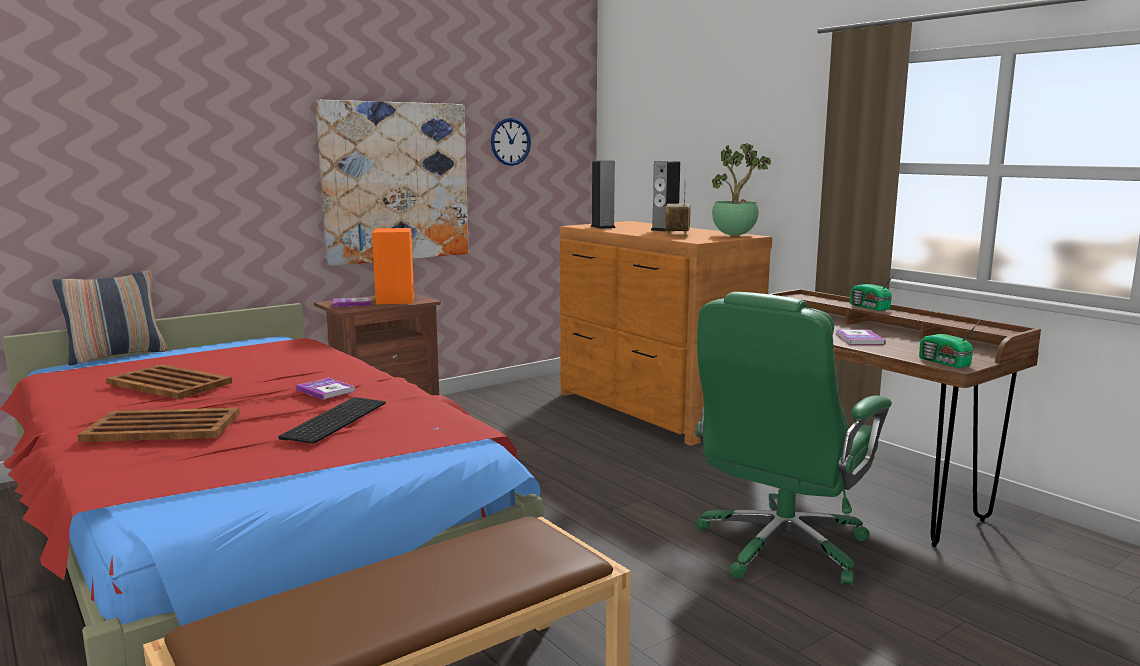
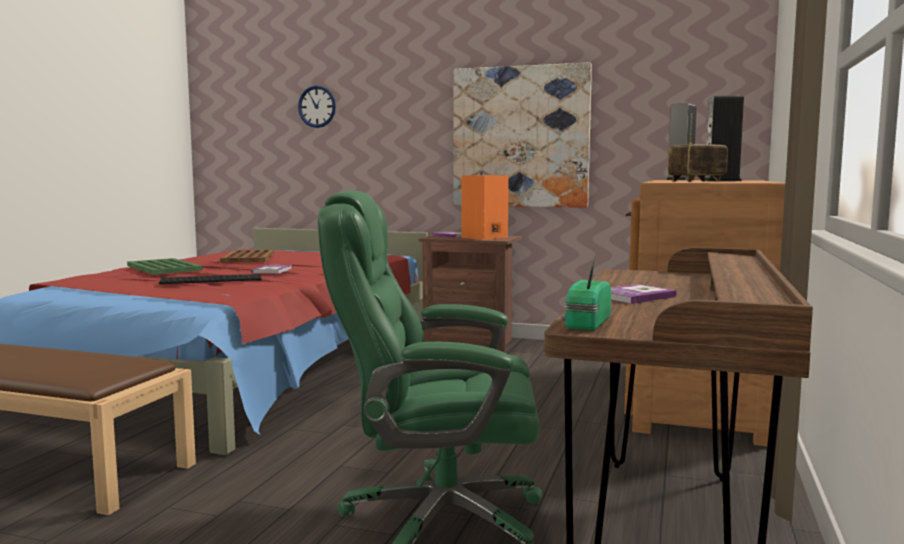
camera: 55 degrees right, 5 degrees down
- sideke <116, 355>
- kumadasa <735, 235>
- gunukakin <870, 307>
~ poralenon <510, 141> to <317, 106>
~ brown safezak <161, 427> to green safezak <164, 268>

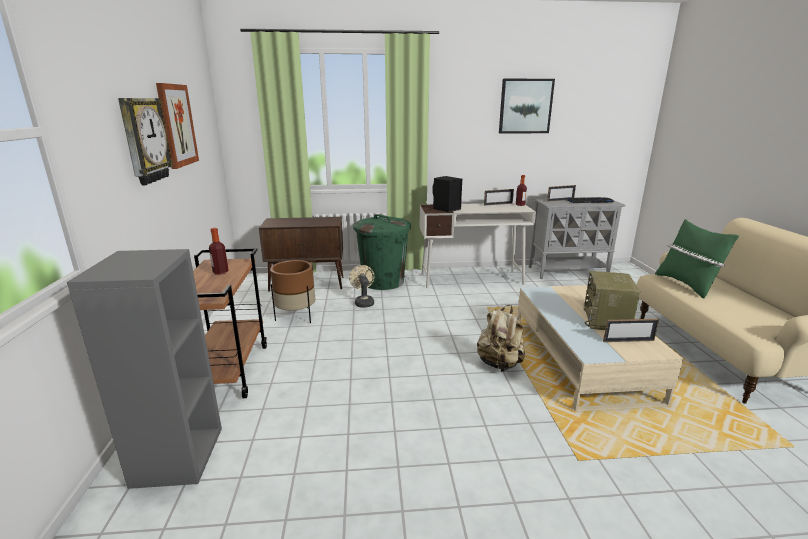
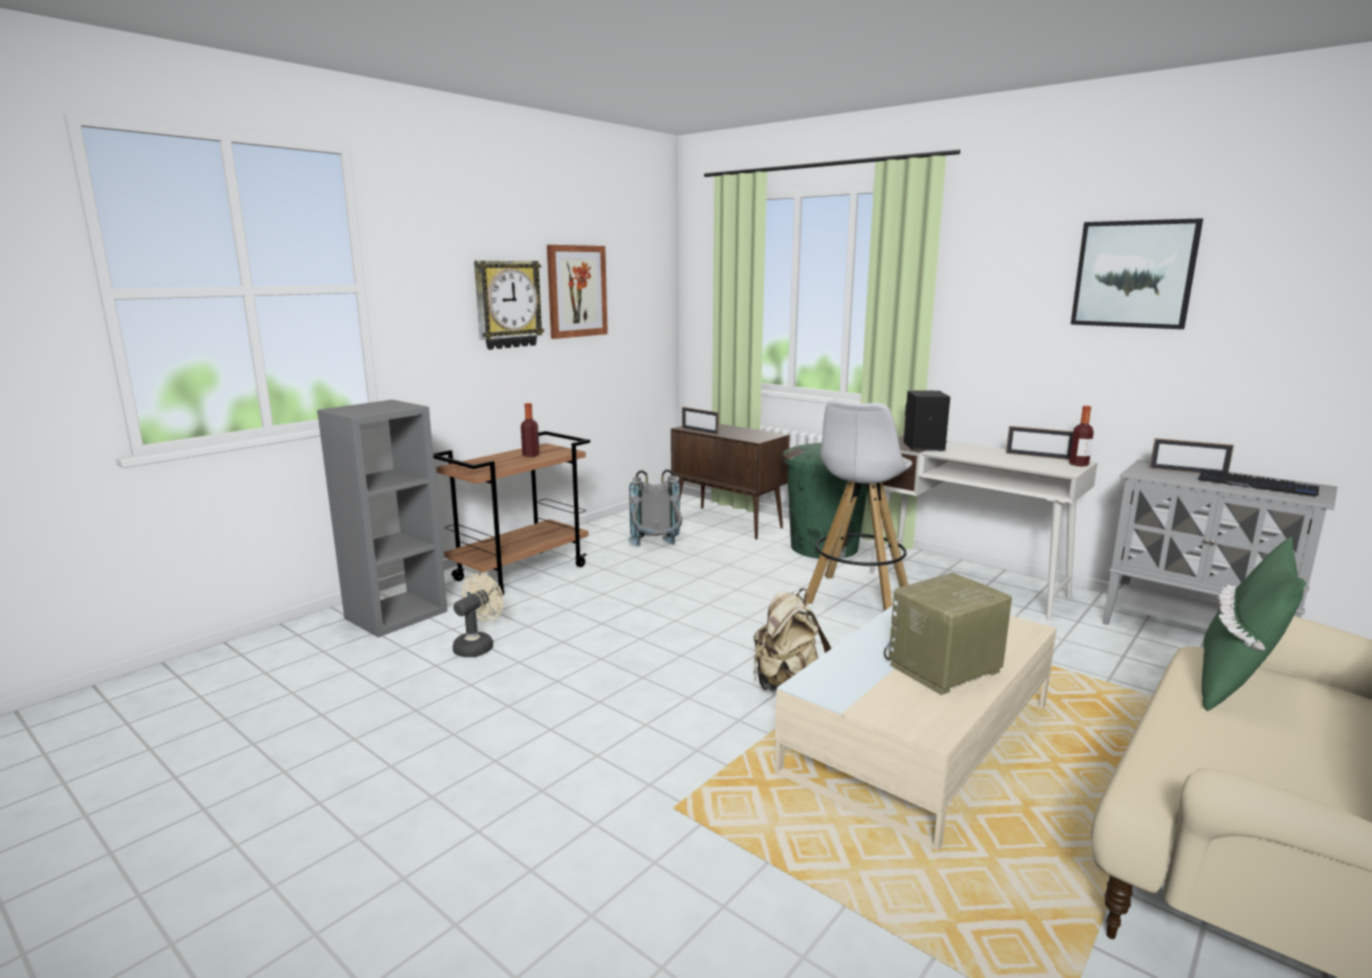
camera: 45 degrees right, 5 degrees down
+ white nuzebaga <856, 597>
~ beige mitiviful <363, 302> to <478, 646>
~ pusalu <628, 341> to <700, 431>
~ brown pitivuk <296, 317> to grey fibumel <657, 550>

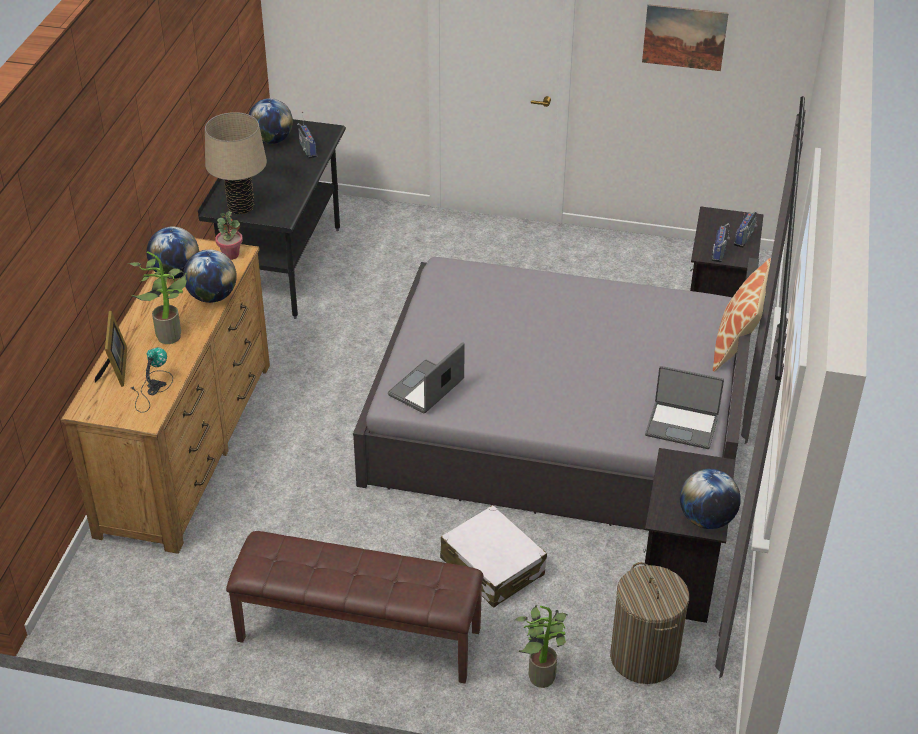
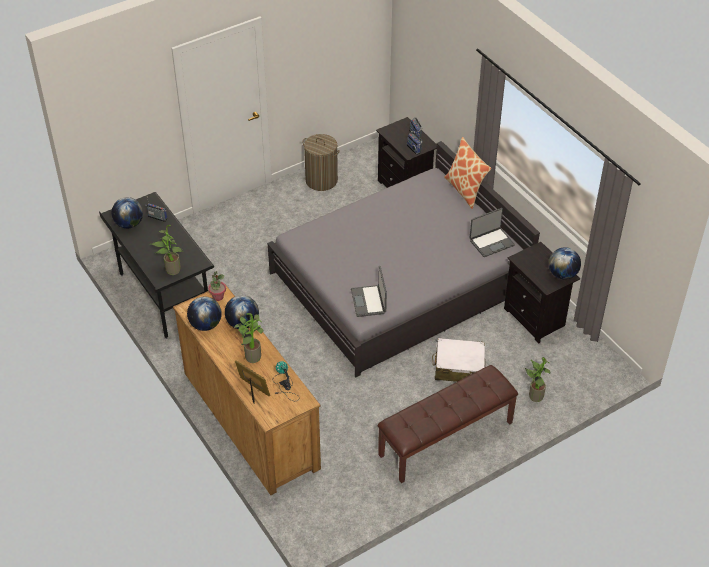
camera: 45 degrees left, 5 degrees up
- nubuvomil <684, 37>
~ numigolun <644, 657> to <321, 180>
~ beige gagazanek <241, 207> to kumadasa <171, 271>

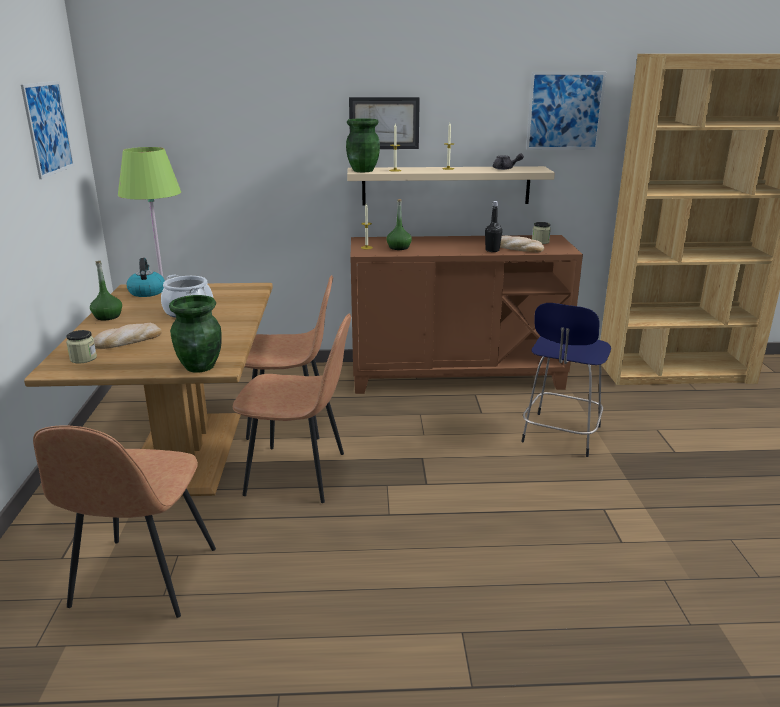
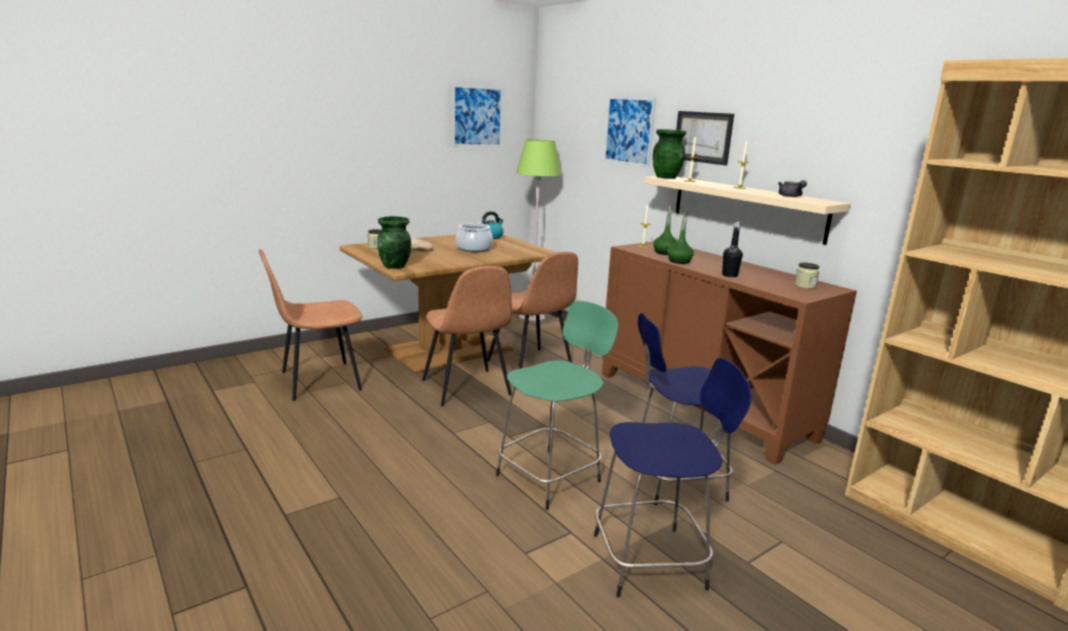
camera: 55 degrees right, 5 degrees down
- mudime <518, 248>
+ green nuzebaga <551, 477>
+ blue nuzebaga <653, 561>
~ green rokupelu <107, 316> to <679, 261>
~ nubuvomil <565, 111> to <629, 131>

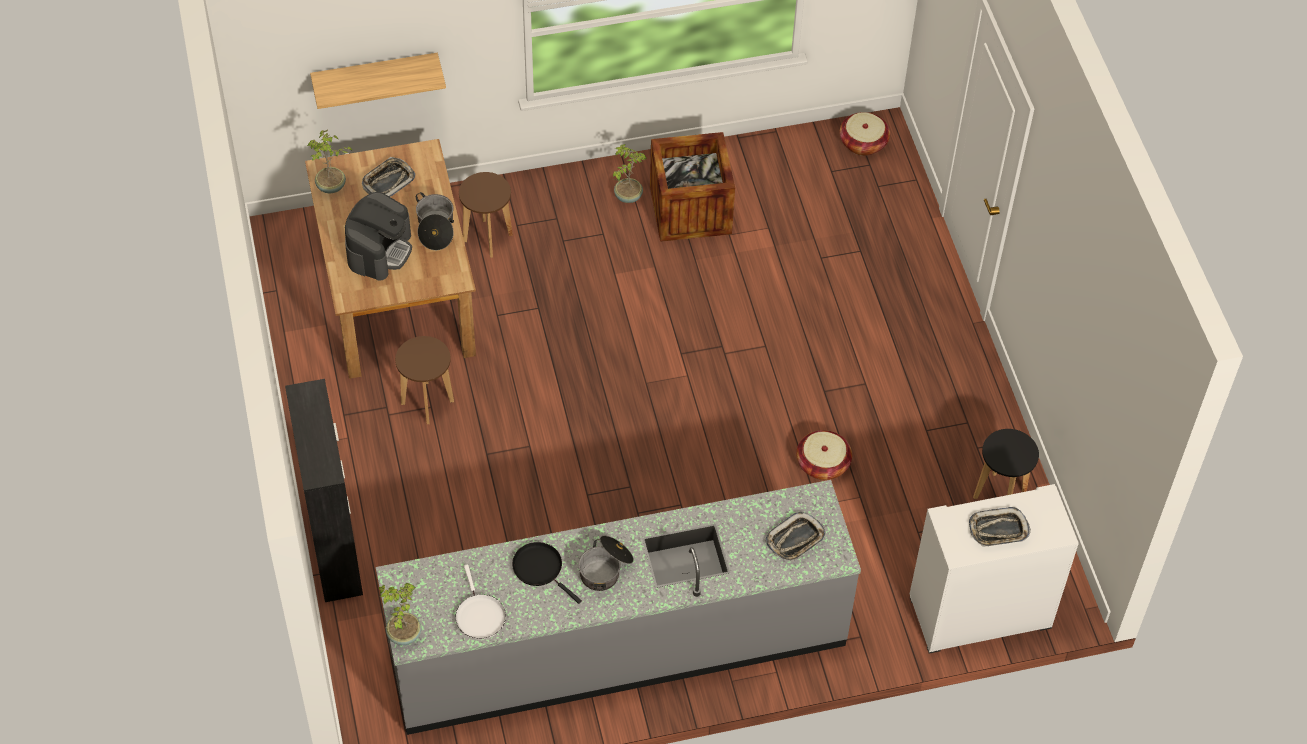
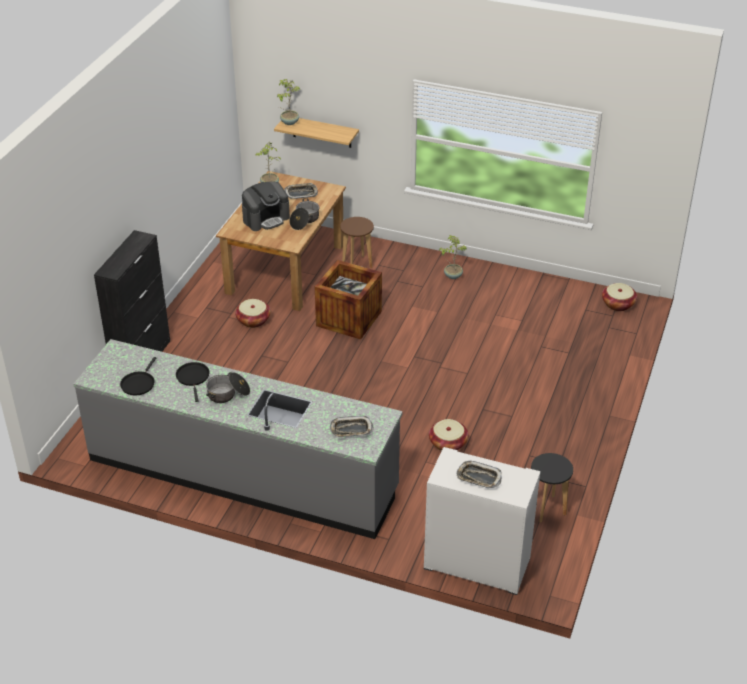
camera: 35 degrees right, 15 degrees down
~ kumadasa <403, 634> to <289, 122>
~ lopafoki <690, 210> to <349, 318>
~ brown nuzebaga <427, 403> to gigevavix <253, 320>
~ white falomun <479, 615> to black falomun <138, 383>

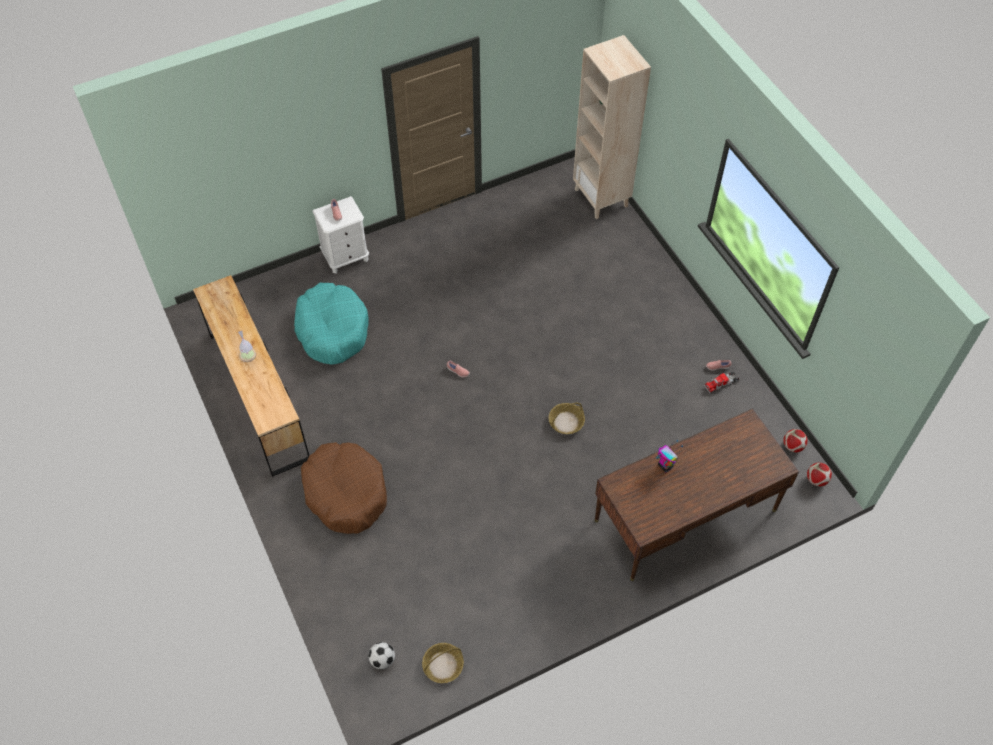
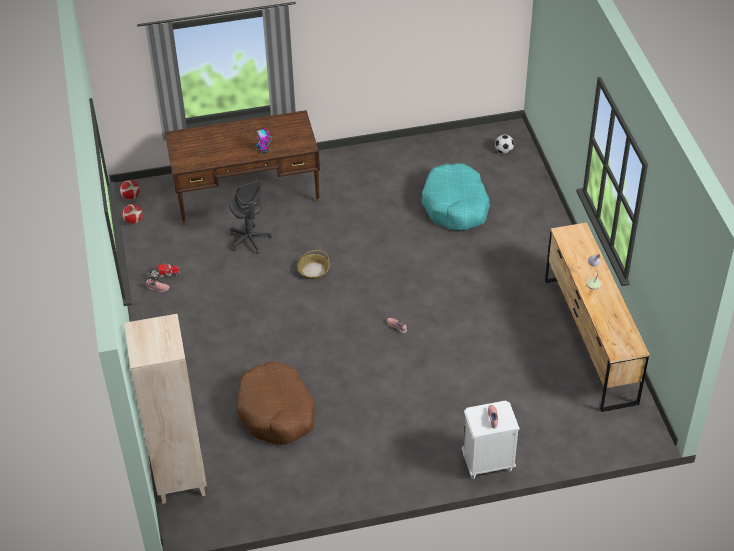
camera: 165 degrees left, 10 degrees down
- gigevavix <443, 665>
+ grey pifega <249, 240>
~ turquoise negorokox <332, 330> to <455, 206>
~ brown negorokox <345, 493> to <276, 411>

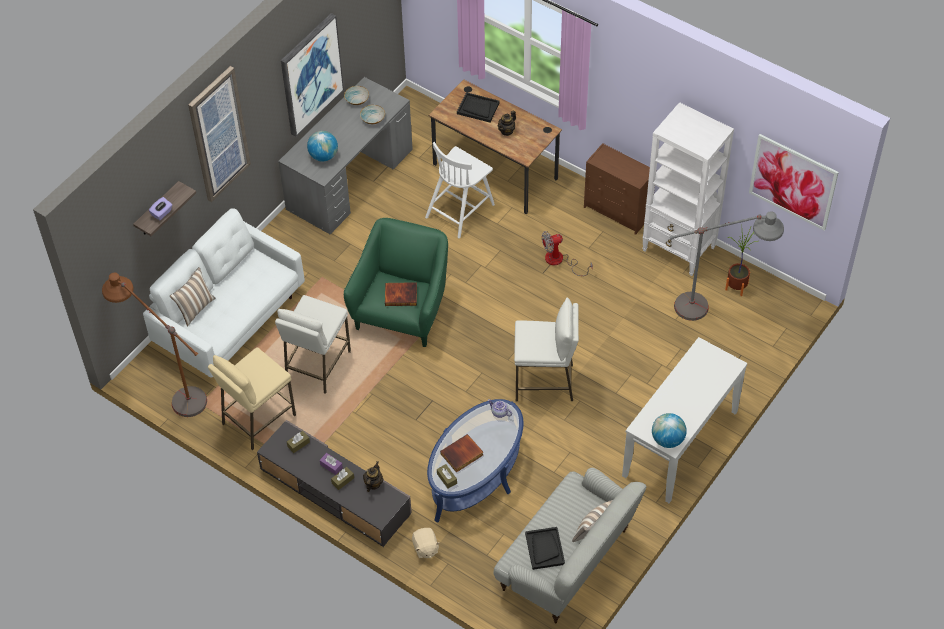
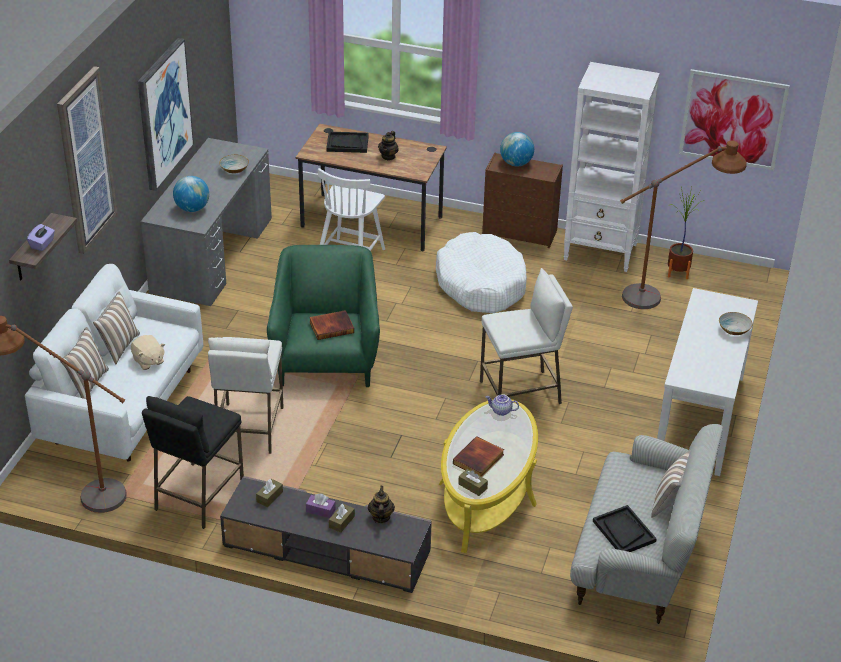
camera: 20 degrees left, 15 degrees down
+ sideke <119, 347>
~ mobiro <357, 100> to <733, 330>
~ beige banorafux <425, 548> to <148, 361>
~ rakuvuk <667, 440> to <516, 163>
~ mitiviful <560, 261> to white negorokox <481, 284>
~ beige nuzebaga <258, 419> to black nuzebaga <198, 496>
~ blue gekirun <476, 473> to yellow gekirun <487, 493>
~ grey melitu <715, 309> to brown melitu <668, 295>

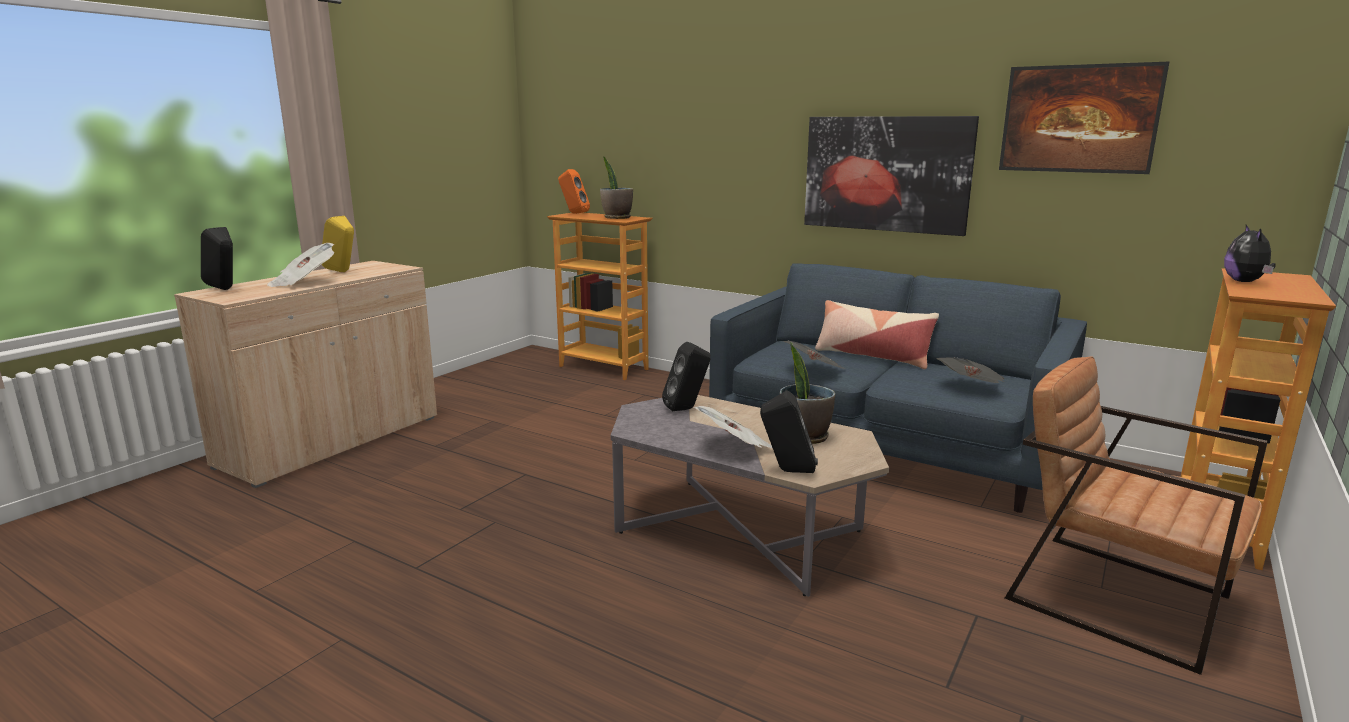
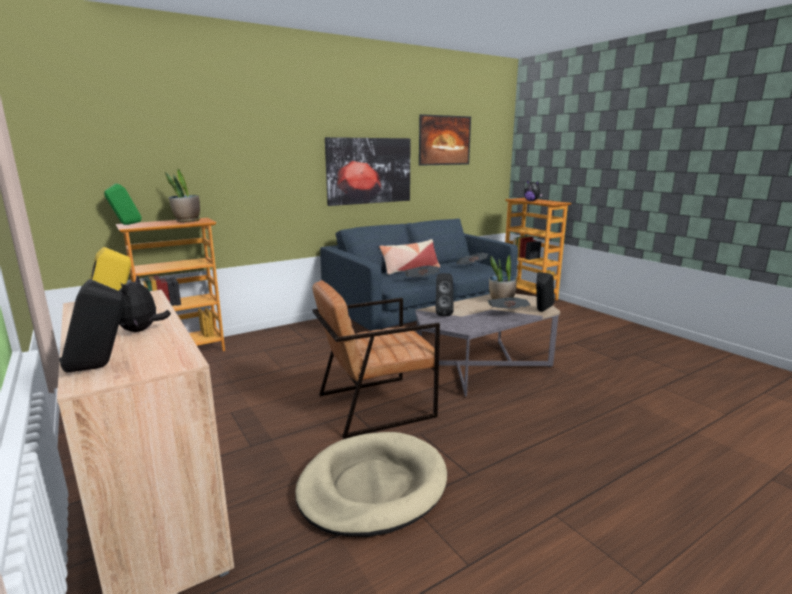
camera: 65 degrees left, 0 degrees up
+ beige negorokox <372, 487>
~ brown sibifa <1117, 597> to <375, 405>
~ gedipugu <303, 282> to banorafux <142, 330>
~ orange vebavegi <573, 213> to green vebavegi <125, 224>

